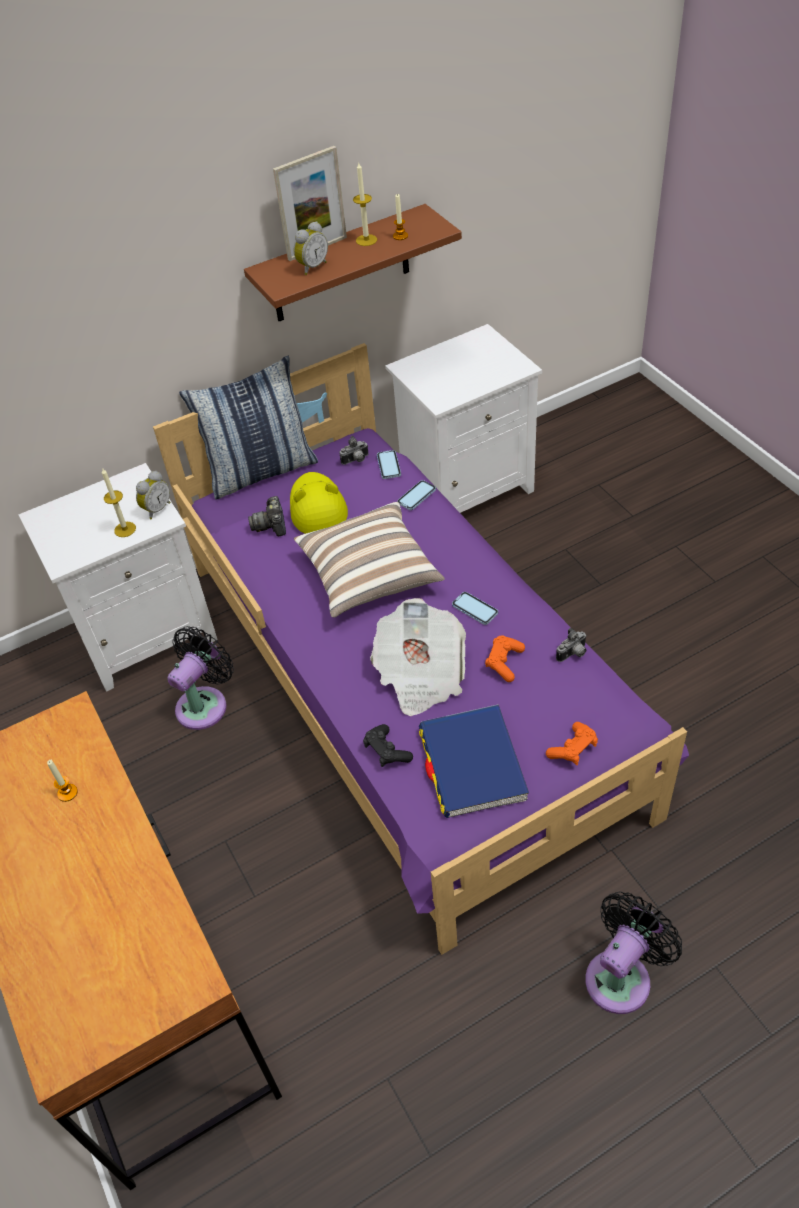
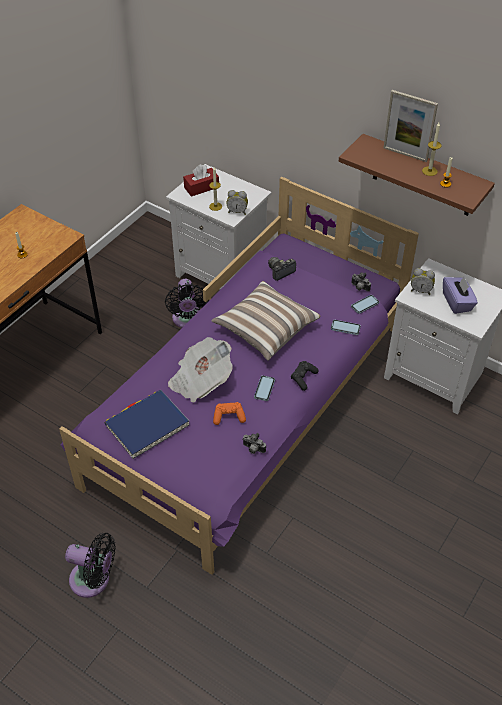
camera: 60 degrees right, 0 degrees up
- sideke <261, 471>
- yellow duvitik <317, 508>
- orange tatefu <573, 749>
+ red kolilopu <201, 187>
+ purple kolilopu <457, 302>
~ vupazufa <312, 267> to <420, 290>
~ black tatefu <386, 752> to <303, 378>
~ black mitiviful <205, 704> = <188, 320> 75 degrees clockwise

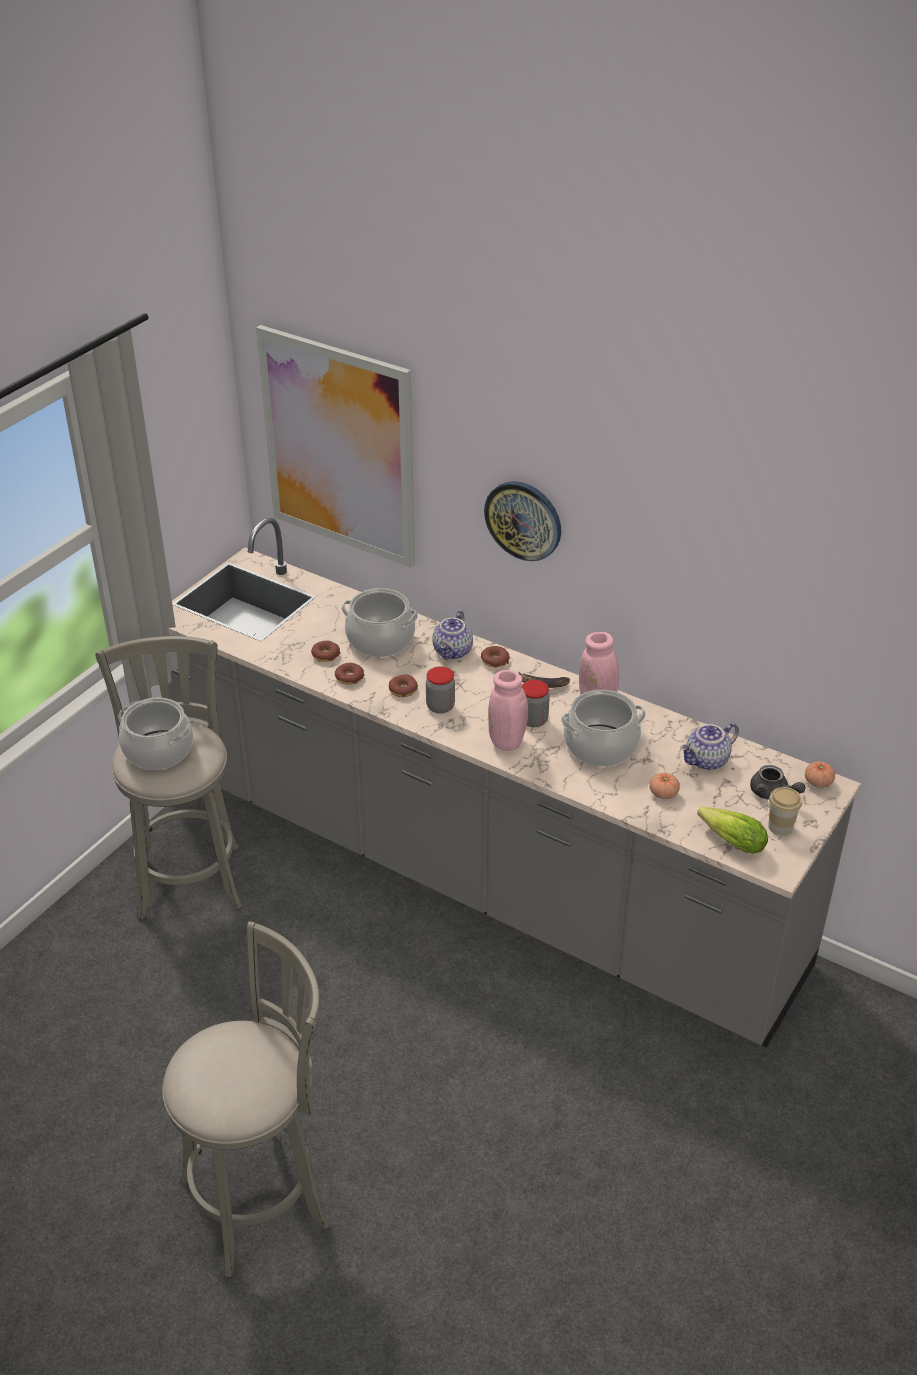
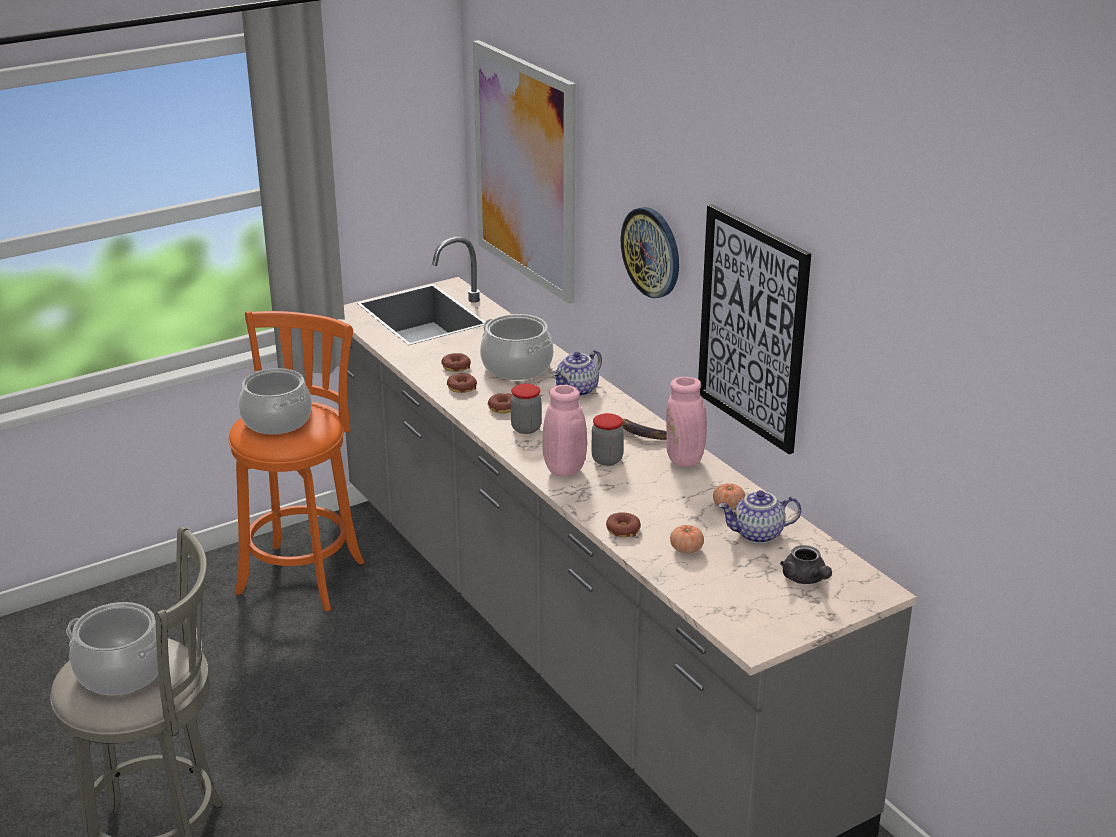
camera: 25 degrees right, 10 degrees down
- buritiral <729, 840>
- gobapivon <780, 827>
+ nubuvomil <752, 328>
~ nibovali <495, 660> to <623, 530>
~ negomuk <600, 745> to <122, 671>
~ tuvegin <818, 782> to <728, 506>
~ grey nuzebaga <189, 877> to orange nuzebaga <304, 573>

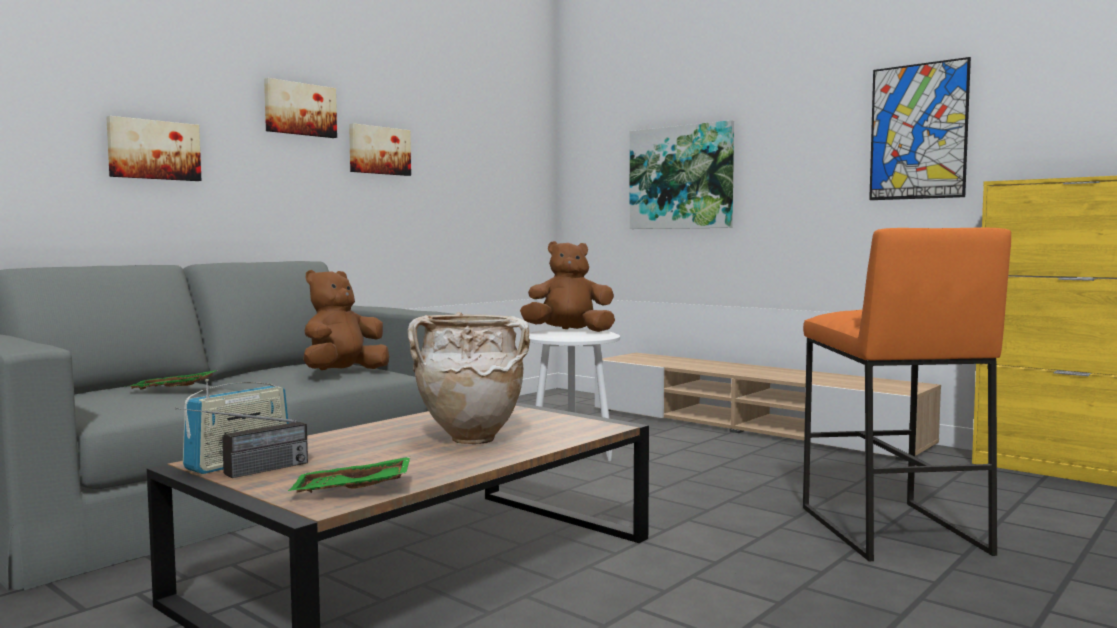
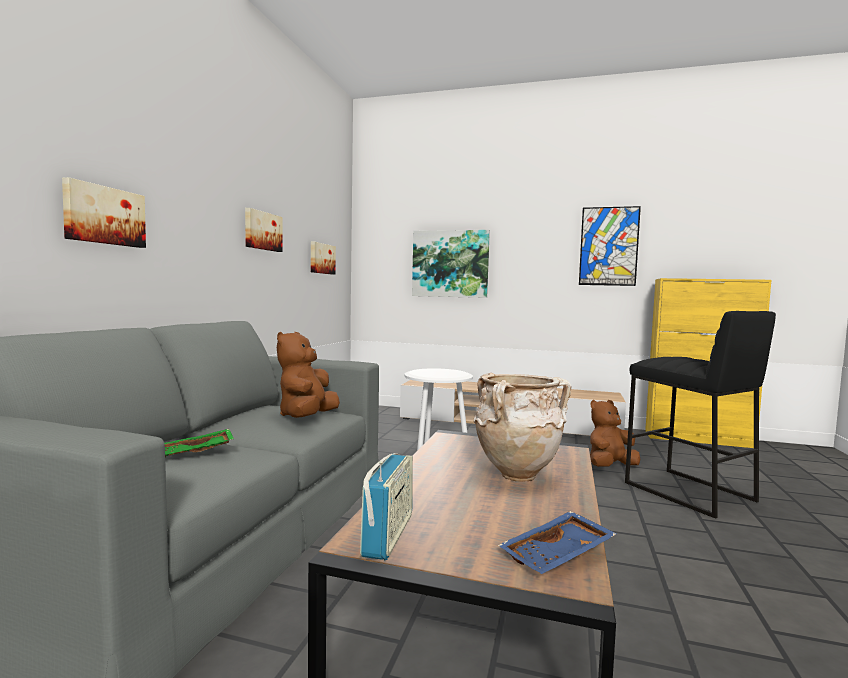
camera: 25 degrees left, 0 degrees up
- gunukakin <246, 473>
~ nubuvomil <299, 109> to <321, 258>
~ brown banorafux <569, 332> to <610, 467>
~ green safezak <352, 491> to blue safezak <558, 556>
~ orange nuzebaga <889, 530> to black nuzebaga <688, 492>

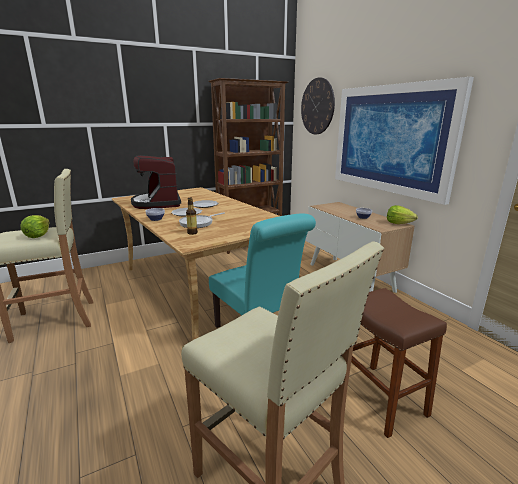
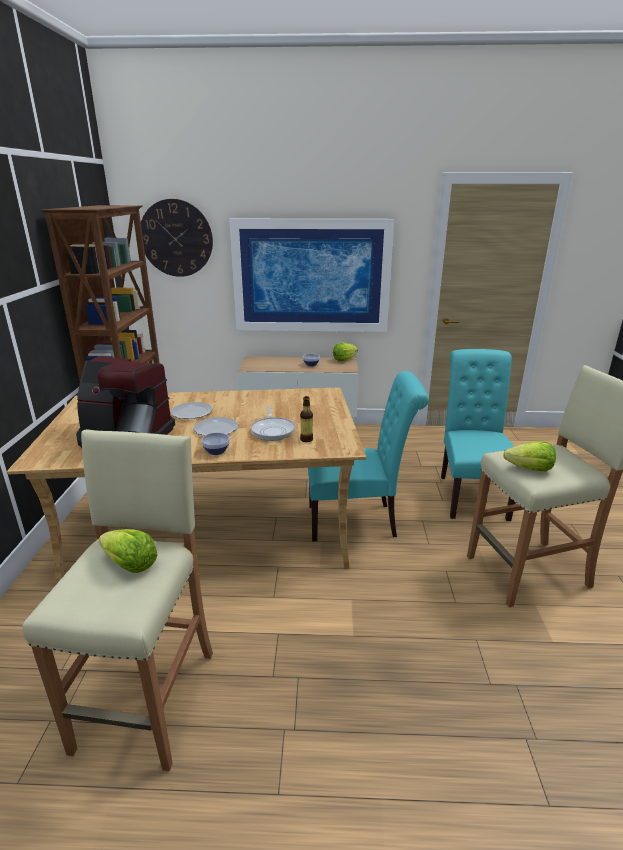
camera: 60 degrees left, 5 degrees up
+ buritiral <530, 469>
~ brown nuzebaga <379, 398> to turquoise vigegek <470, 494>

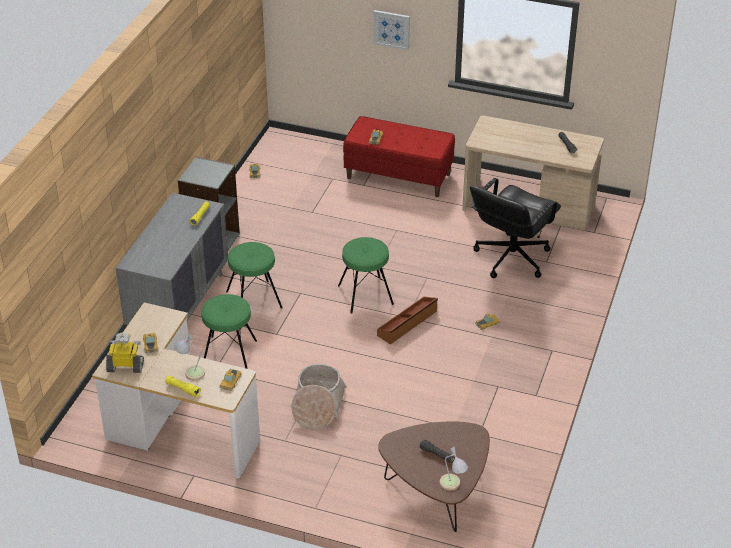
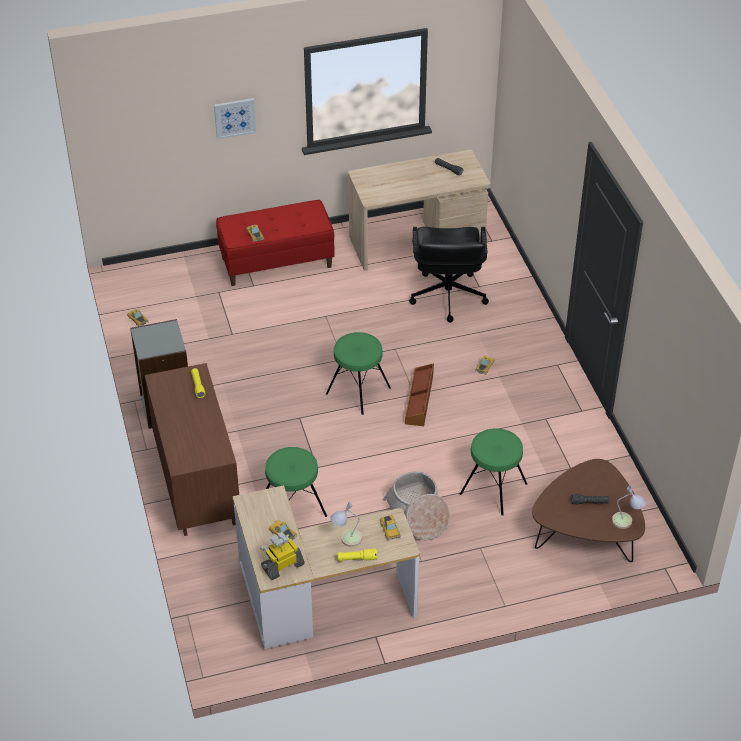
camera: 35 degrees left, 5 degrees up
~ green nuzebaga <254, 299> to <493, 489>
~ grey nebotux <179, 303> to brown nebotux <197, 483>

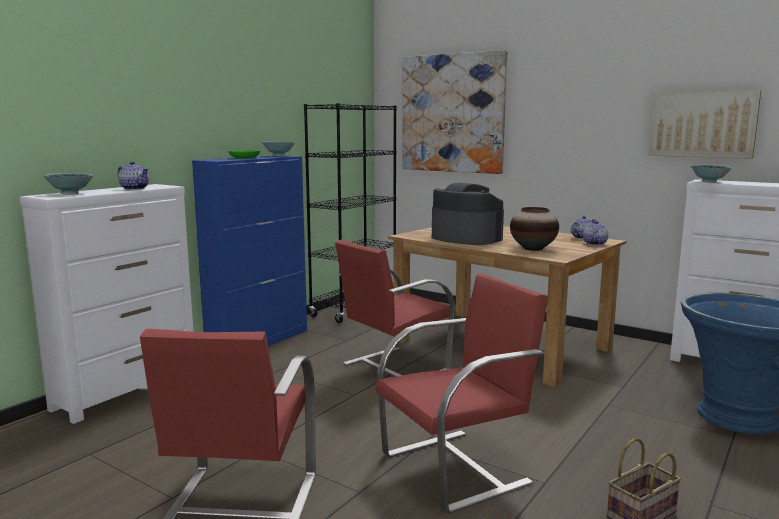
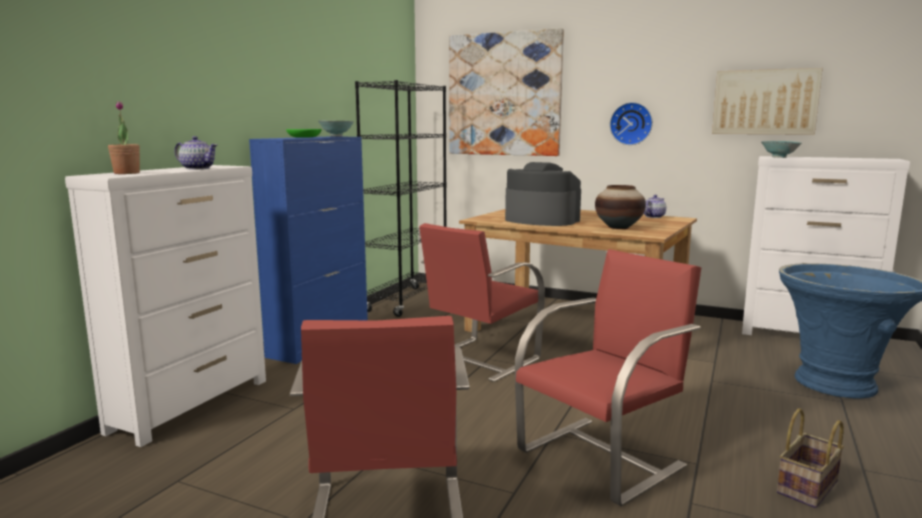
camera: 10 degrees left, 0 degrees up
- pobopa <594, 244>
+ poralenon <631, 123>
~ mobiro <70, 194> to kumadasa <127, 173>

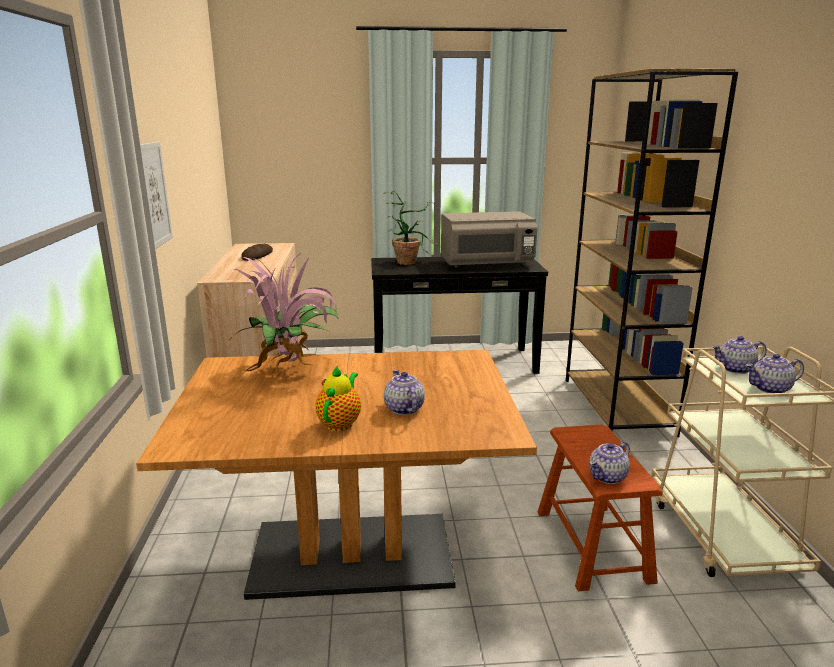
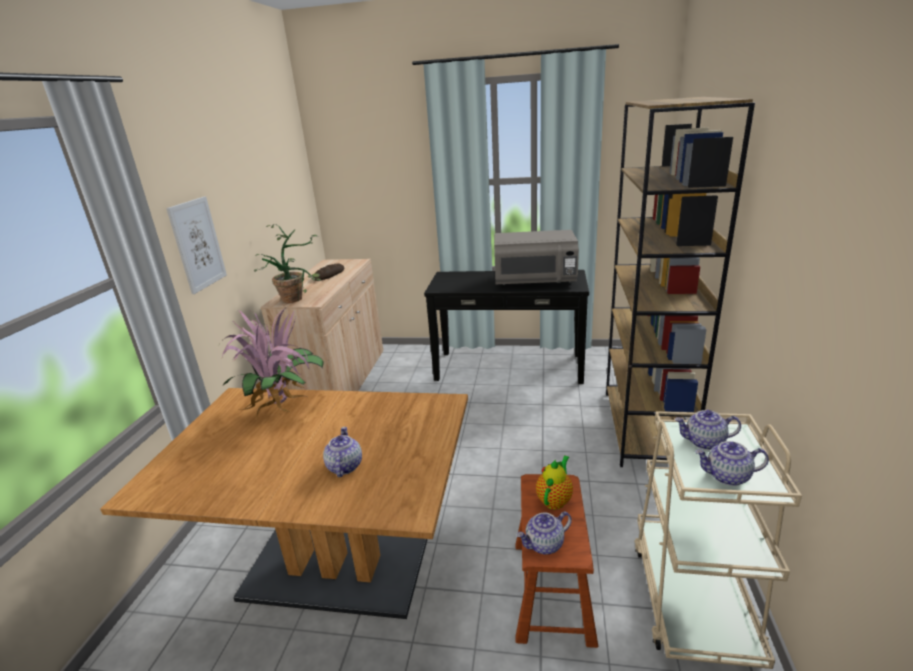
camera: 15 degrees right, 5 degrees up
~ pobopa <340, 423> to <555, 499>
~ kumadasa <409, 261> to <297, 297>

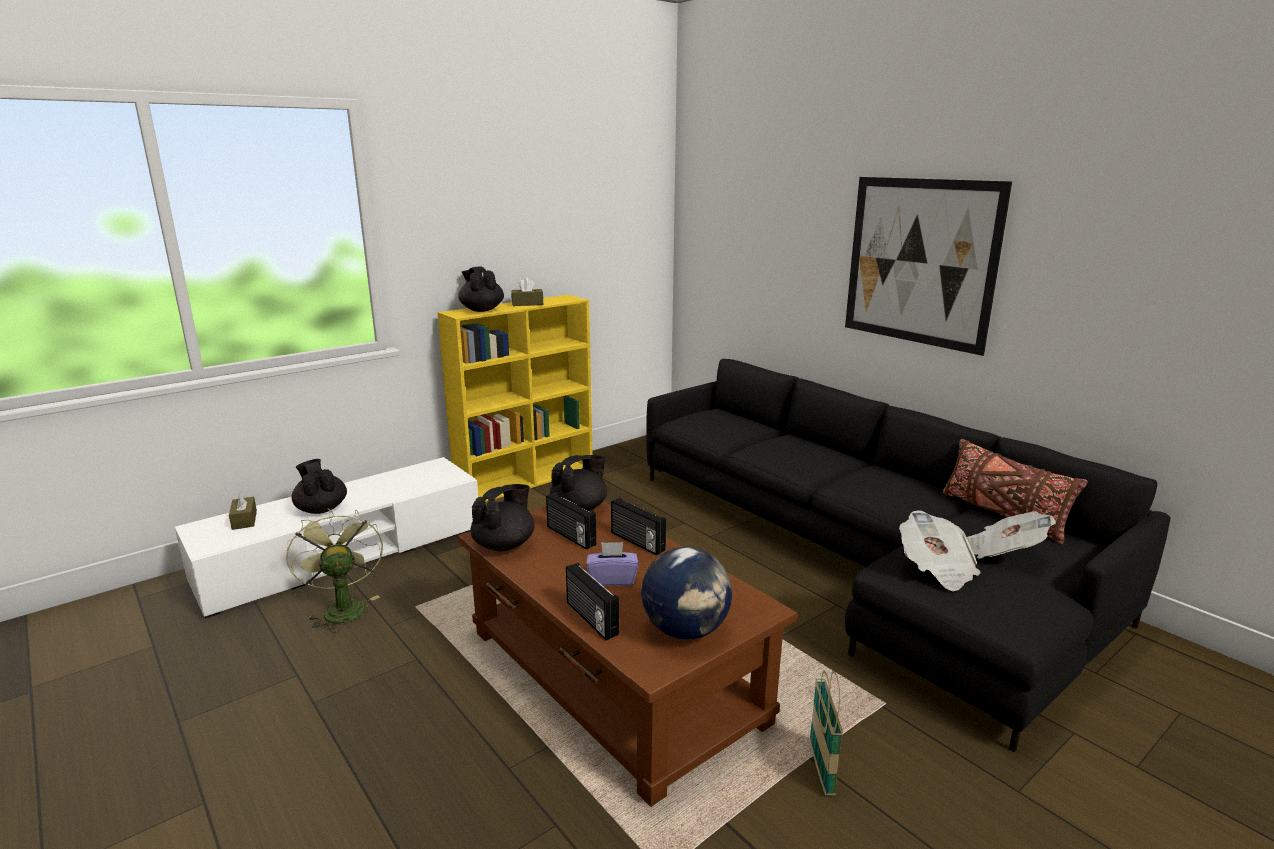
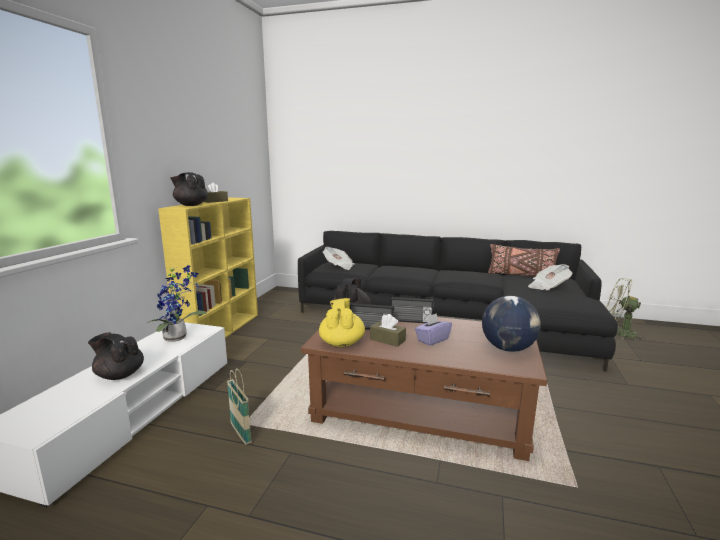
camera: 35 degrees left, 5 degrees down
- gunukakin <590, 619>
- nubuvomil <920, 262>
+ kumadasa <178, 337>
~ brown kolilopu <244, 520> to <387, 340>
~ green mitiviful <342, 608> to <619, 332>
~ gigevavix <821, 769> to <240, 433>
~ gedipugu <936, 569> to <339, 266>
~ black pobopa <504, 545> to yellow pobopa <342, 343>

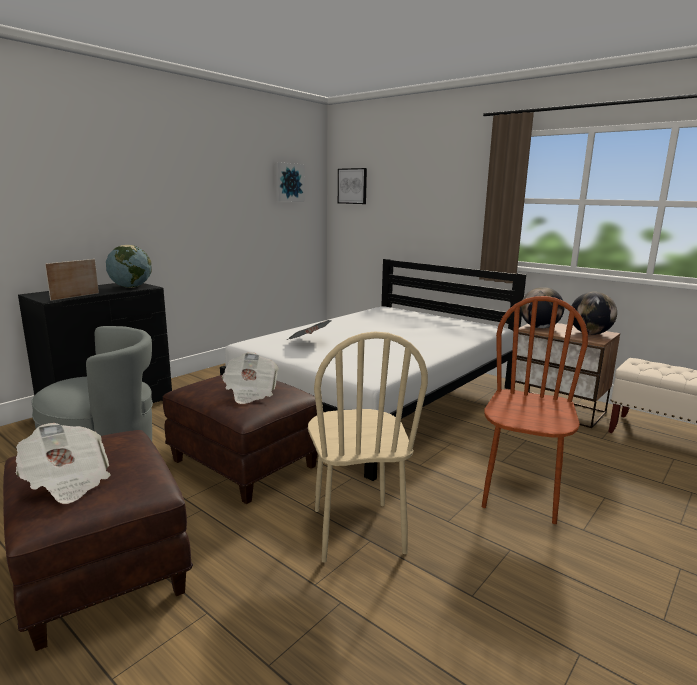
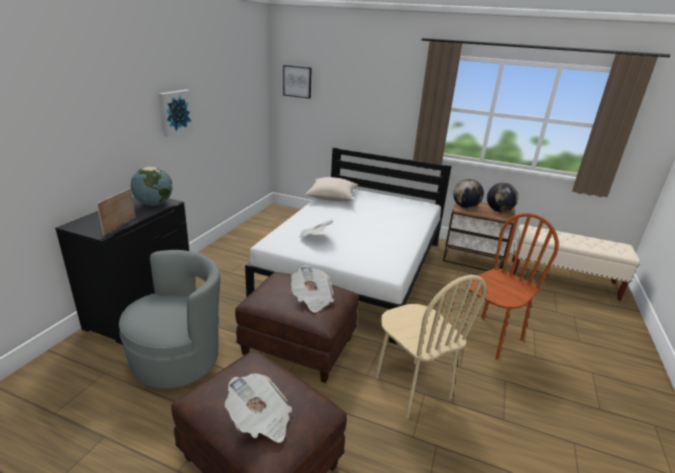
camera: 20 degrees left, 10 degrees up
+ beige sideke <332, 197>
~ nubuvomil <288, 182> to <175, 112>
~ brown vigegek <521, 495> = <489, 337> 45 degrees clockwise

